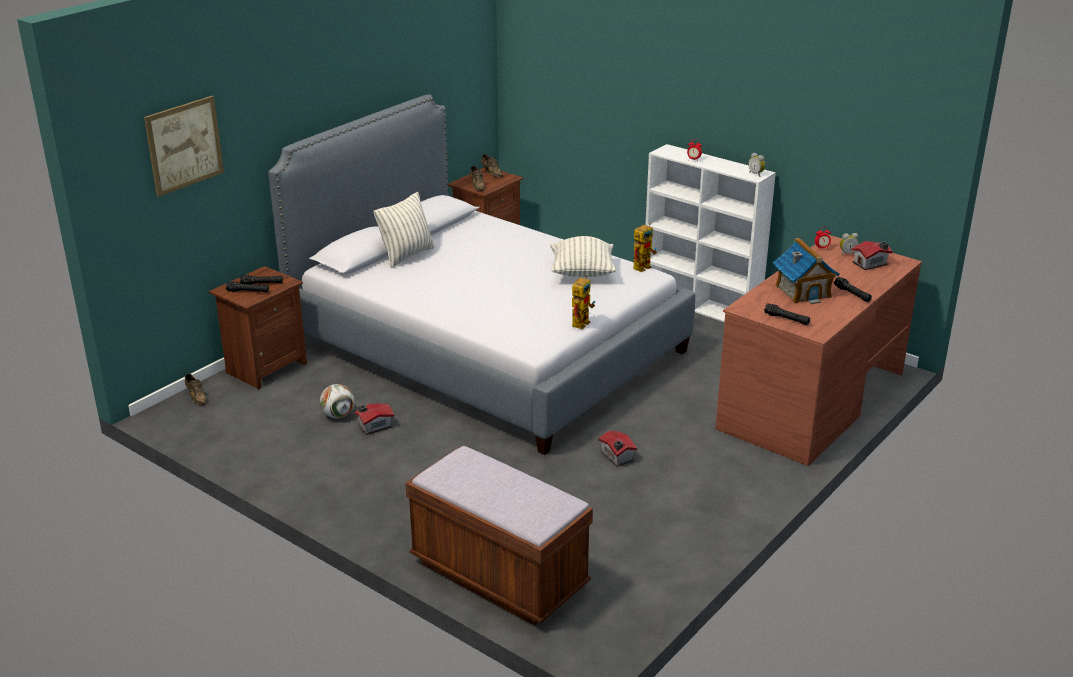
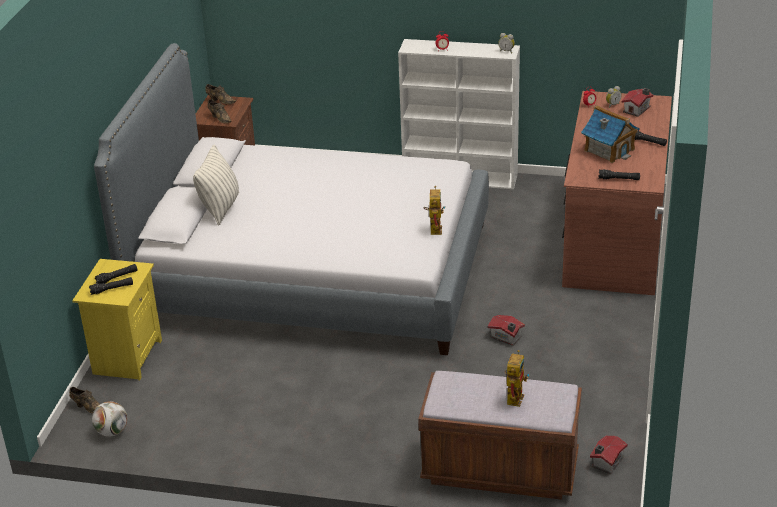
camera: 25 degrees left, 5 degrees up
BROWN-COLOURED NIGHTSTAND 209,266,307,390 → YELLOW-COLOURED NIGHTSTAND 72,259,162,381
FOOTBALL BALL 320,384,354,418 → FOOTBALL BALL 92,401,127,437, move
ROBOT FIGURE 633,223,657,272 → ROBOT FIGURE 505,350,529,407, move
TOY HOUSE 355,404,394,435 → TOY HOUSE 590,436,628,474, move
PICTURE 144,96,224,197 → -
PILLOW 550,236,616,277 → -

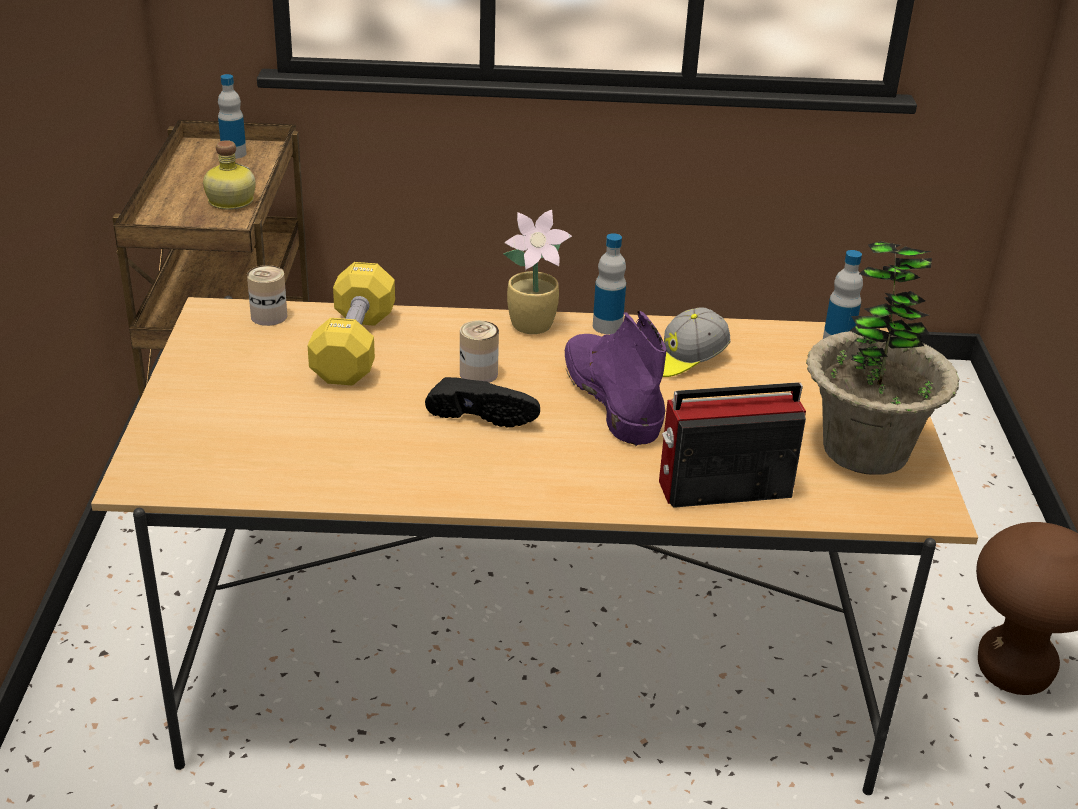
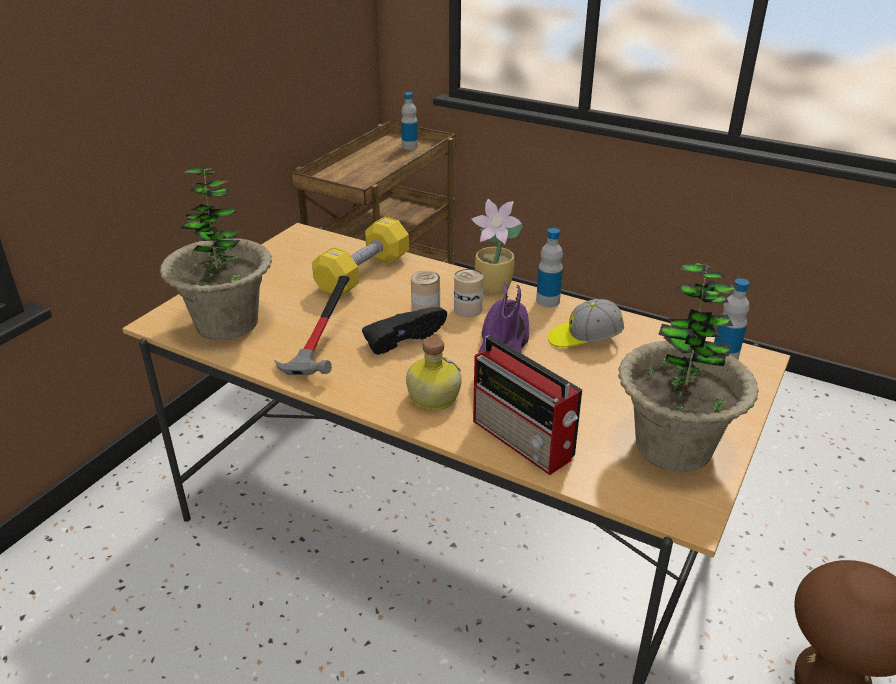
camera: 30 degrees right, 0 degrees up
- → POTTED PLANT 160,168,272,340
- → HAMMER 274,276,350,375
BLACK LOW SHOE 425,377,540,428 → BLACK LOW SHOE 362,307,447,355, 75 degrees counterclockwise
BOTTLE 203,140,256,210 → BOTTLE 406,337,462,410, move
SEALED CAN 247,265,287,326 → SEALED CAN 454,269,483,317, move
RADIO 659,382,806,508 → RADIO 473,335,582,475, 150 degrees counterclockwise

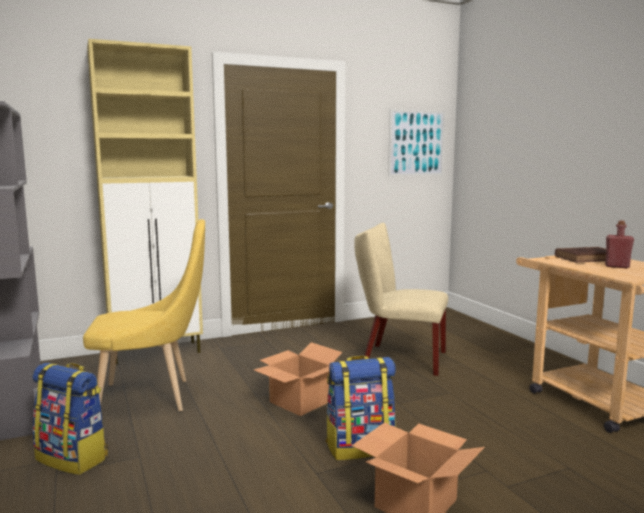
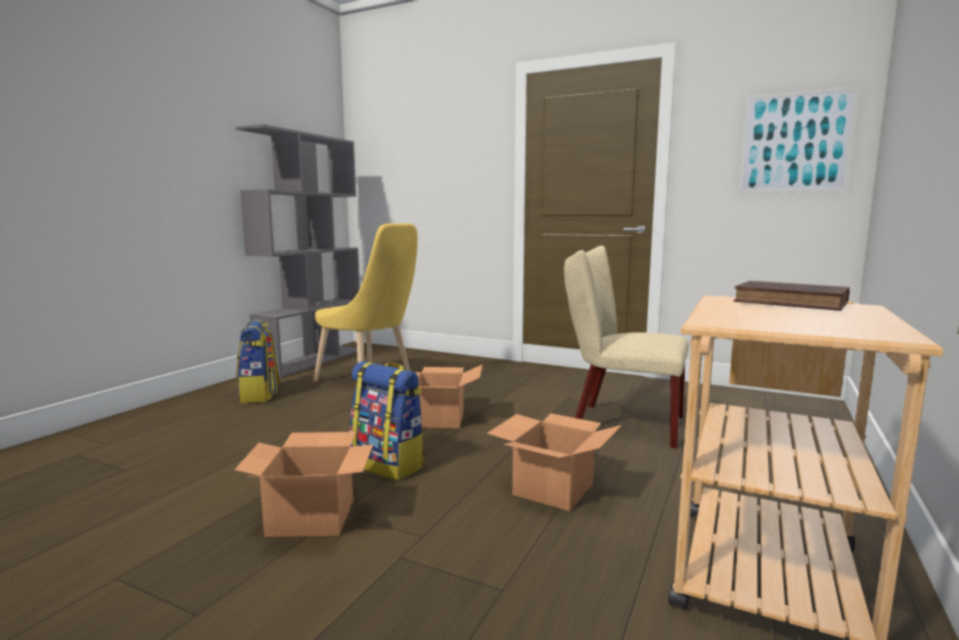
camera: 50 degrees right, 0 degrees up
- → CARTON 487,413,622,511
BEIGE PLAIN CHAIR 354,223,448,376 → BEIGE PLAIN CHAIR 564,246,689,449, 45 degrees counterclockwise
BEIGE CUPBOARD 87,39,203,364 → -
REDDISH BOTTLE 605,220,634,268 → -

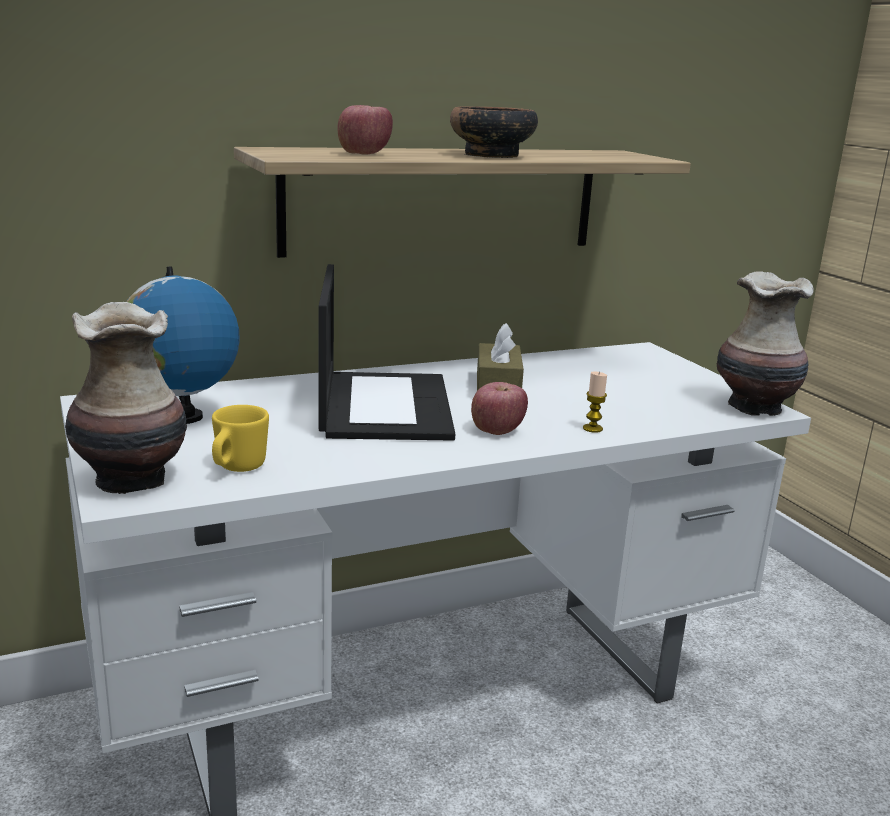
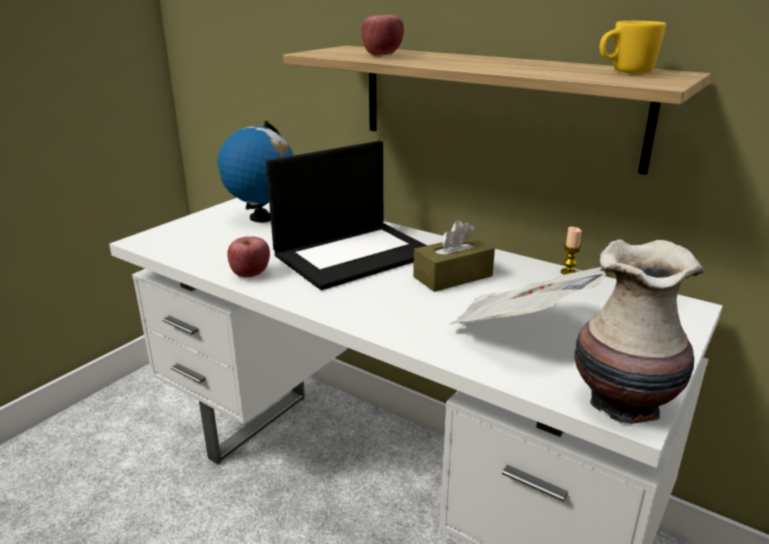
camera: 60 degrees right, 5 degrees up
WHOLE APPLE 471,382,528,435 → WHOLE APPLE 227,236,270,277, move
- → NEWSPAPER 449,267,606,325
WAX LIGHT 583,371,607,433 → WAX LIGHT 561,227,582,275, move
YELLOW-COLOURED COFFEE MUG 212,405,269,472 → YELLOW-COLOURED COFFEE MUG 600,21,666,74, move
DECORATIVE VASE 65,302,187,494 → -
DEEP DISH 450,106,538,158 → -

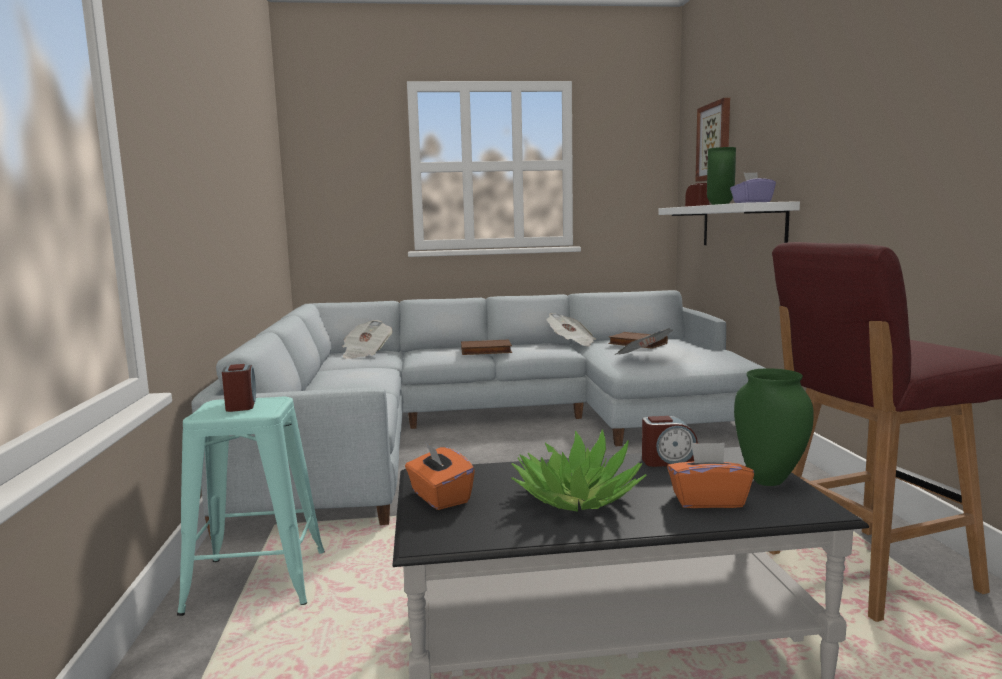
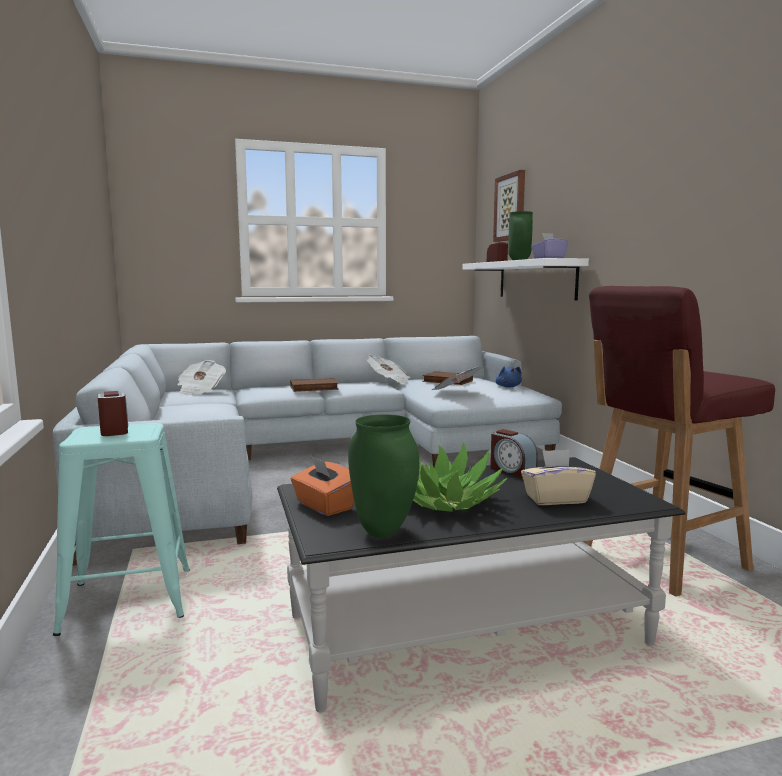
camera: 10 degrees left, 0 degrees up
GREEN DECORATIVE VASE 734,368,814,486 → GREEN DECORATIVE VASE 348,414,419,537, move
ALARM CLOCK 642,416,698,467 → ALARM CLOCK 490,429,538,478, 60 degrees clockwise
- → BLUE PLUSH TOY 496,366,522,388
ORANGE TISSUE HOLDER 667,442,754,508 → BEIGE TISSUE HOLDER 521,449,596,505

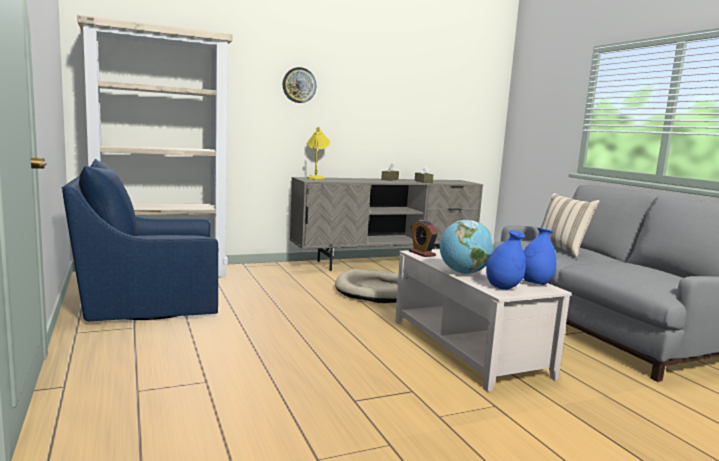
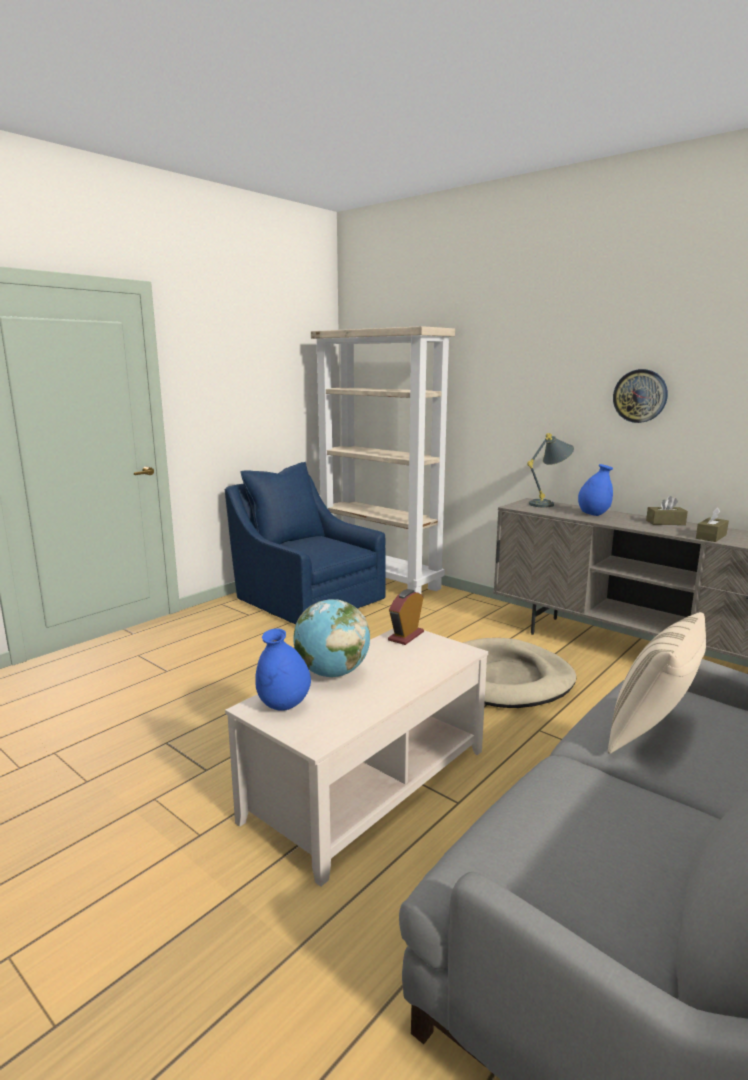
camera: 65 degrees right, 5 degrees up
YELLOW-COLOURED TABLE LAMP 307,127,330,180 → GRAY TABLE LAMP 527,433,574,507
BLUE DECORATIVE VASE 523,228,556,285 → BLUE DECORATIVE VASE 578,464,613,516, move
HANGING CLOCK 283,67,316,103 → HANGING CLOCK 613,369,668,423, move

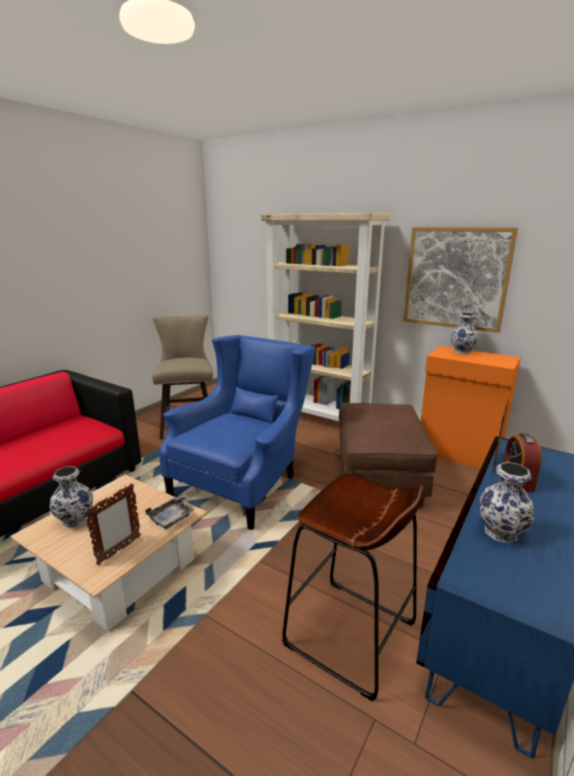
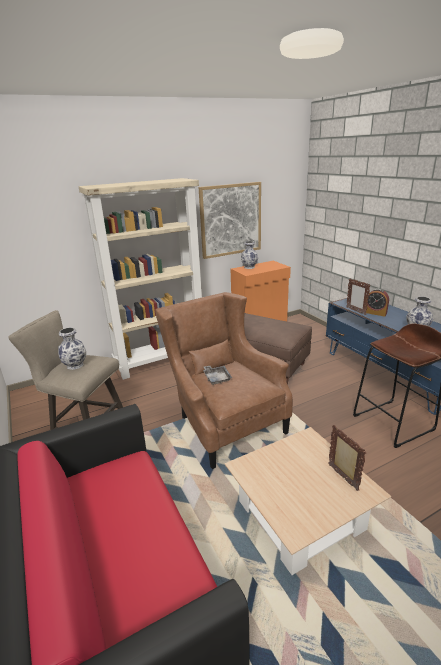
camera: 60 degrees left, 5 degrees up
DECORATIVE VASE 49,466,93,528 → DECORATIVE VASE 58,328,86,370, move
BLUE EASY CHAIR 159,335,315,530 → BROWN-COLOURED EASY CHAIR 155,292,293,469
GRAY CARRYING TRAY 145,495,194,529 → GRAY CARRYING TRAY 203,366,232,385, move

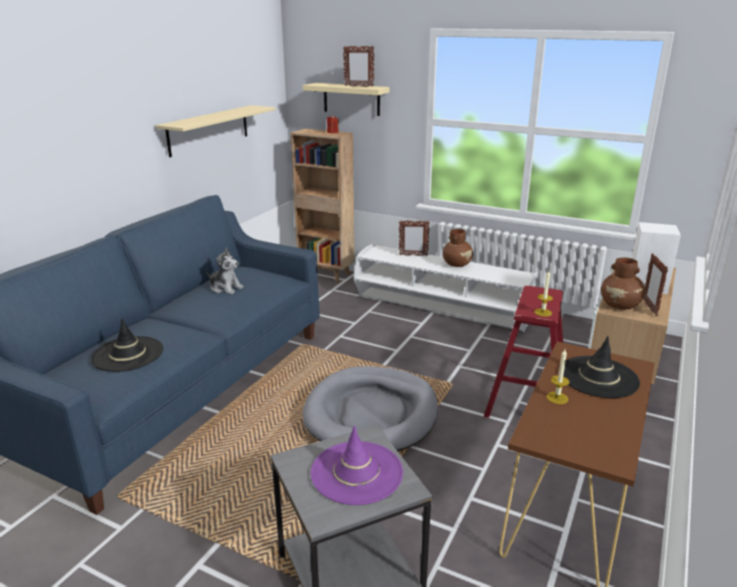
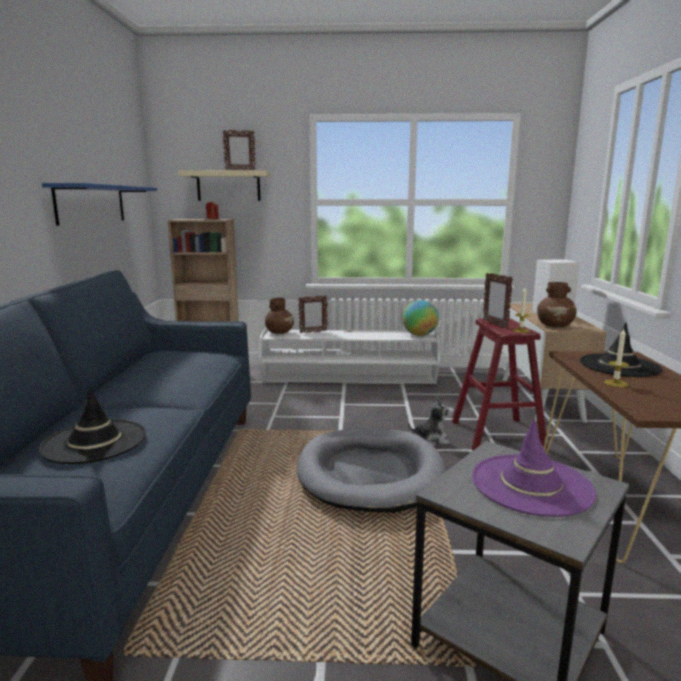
camera: 25 degrees left, 10 degrees down
BEIGE SHELF 155,105,276,157 → BLUE SHELF 42,183,157,226
BROWN-COLOURED DECORATIVE VASE 443,229,473,267 → BROWN-COLOURED DECORATIVE VASE 265,298,294,334, move
- → GLOBE 402,300,439,336
PLUSH TOY 206,247,244,294 → PLUSH TOY 408,396,454,446, move
STANDING FRAME 643,253,668,316 → STANDING FRAME 483,272,513,329, move

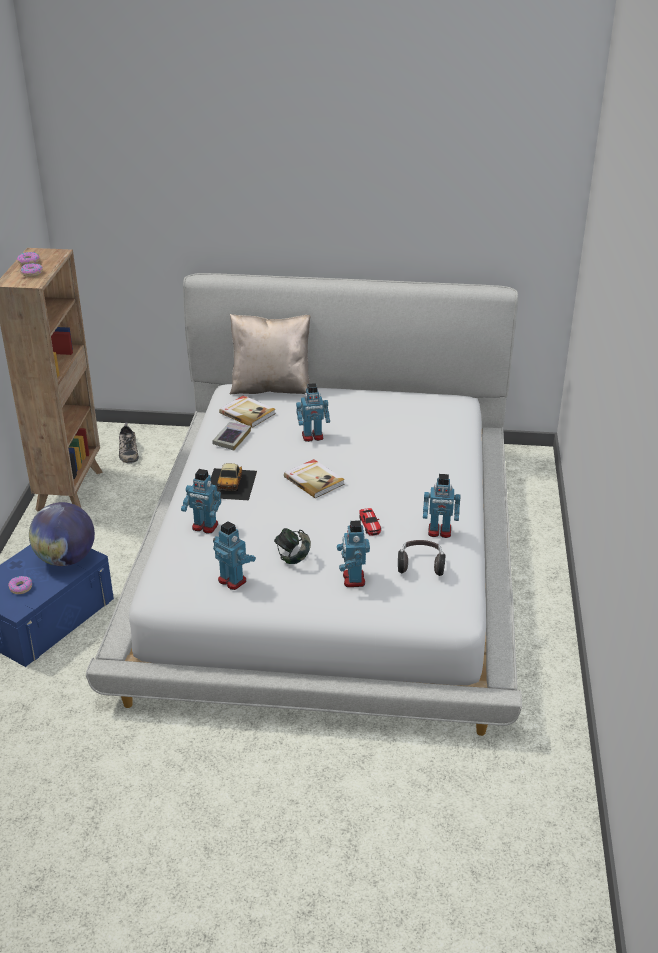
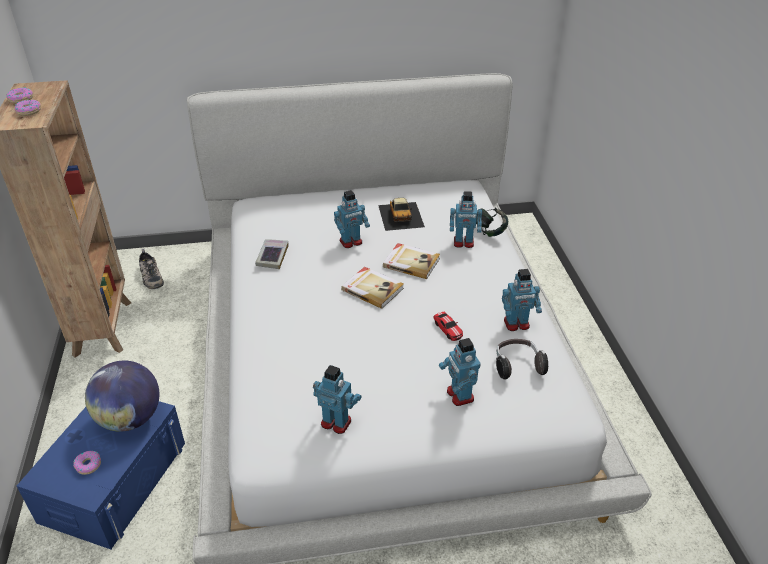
camera: 15 degrees left, 5 degrees up
MINIATURE CAR 211,463,257,500 → MINIATURE CAR 378,198,425,231, move
VOLUME 219,395,276,428 → VOLUME 383,243,440,279, move
ROBOT FIGURE 181,469,221,533 → ROBOT FIGURE 450,191,482,248, move
HEADSET 274,528,311,564 → HEADSET 476,208,508,237, move
BEIGE PILLOW 230,314,311,394 → -

